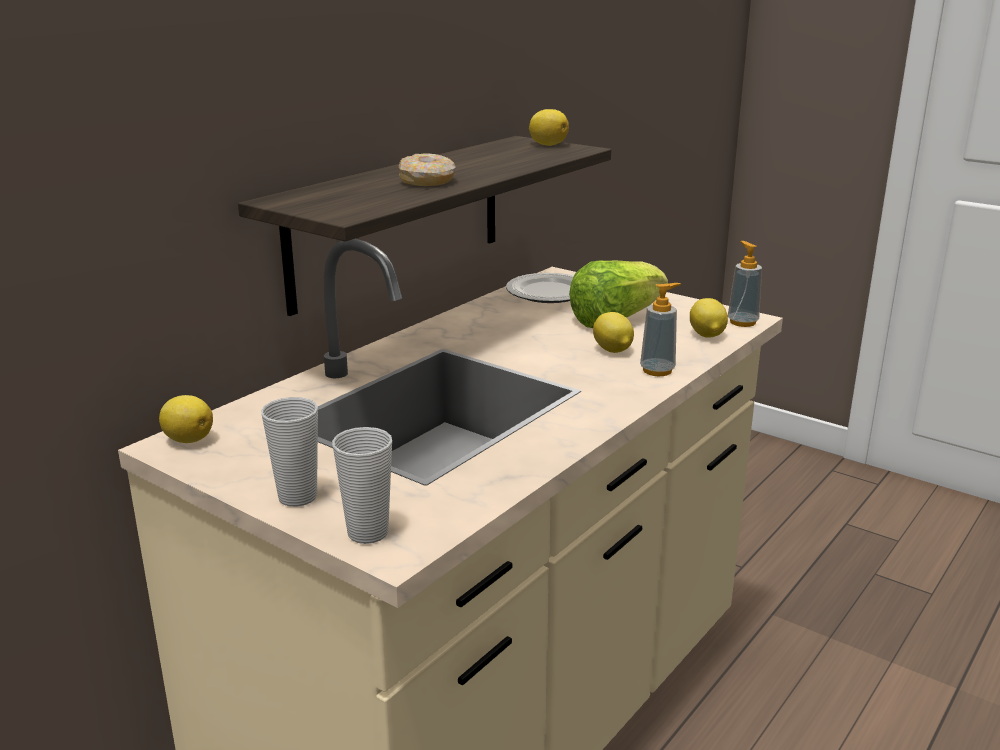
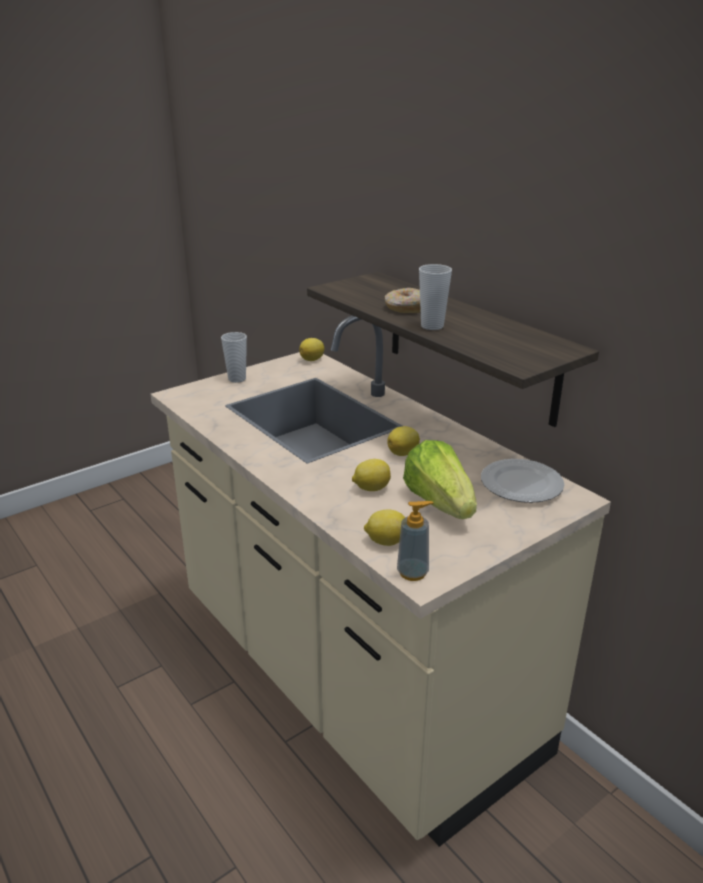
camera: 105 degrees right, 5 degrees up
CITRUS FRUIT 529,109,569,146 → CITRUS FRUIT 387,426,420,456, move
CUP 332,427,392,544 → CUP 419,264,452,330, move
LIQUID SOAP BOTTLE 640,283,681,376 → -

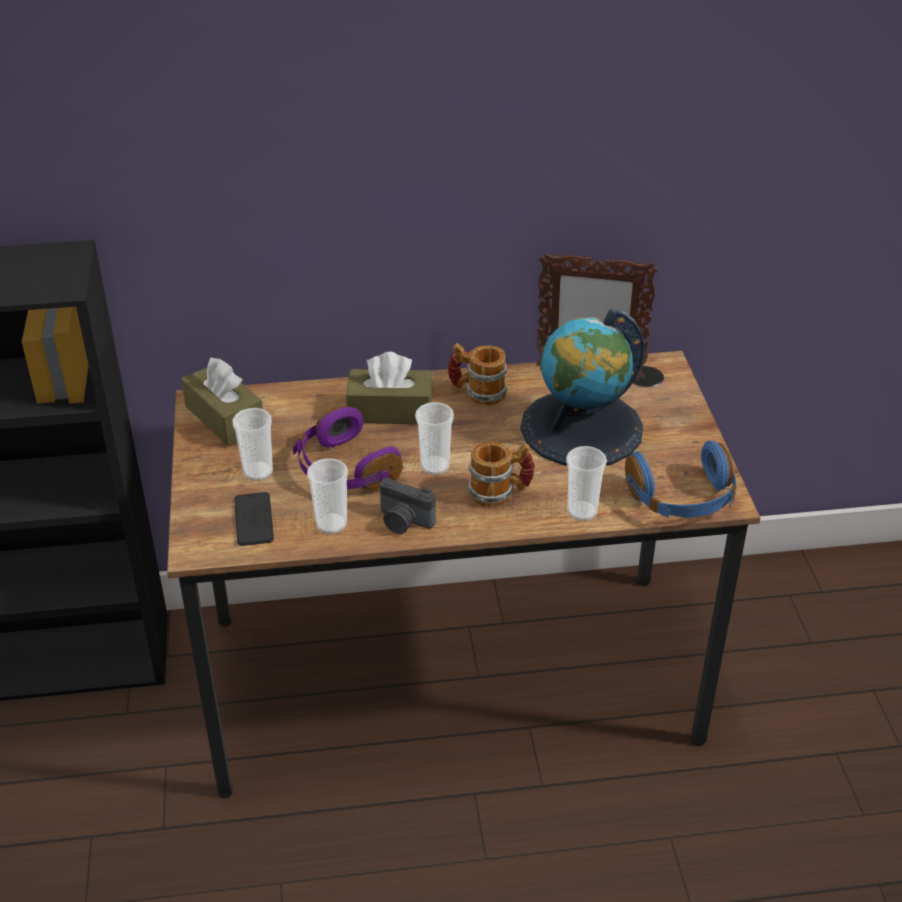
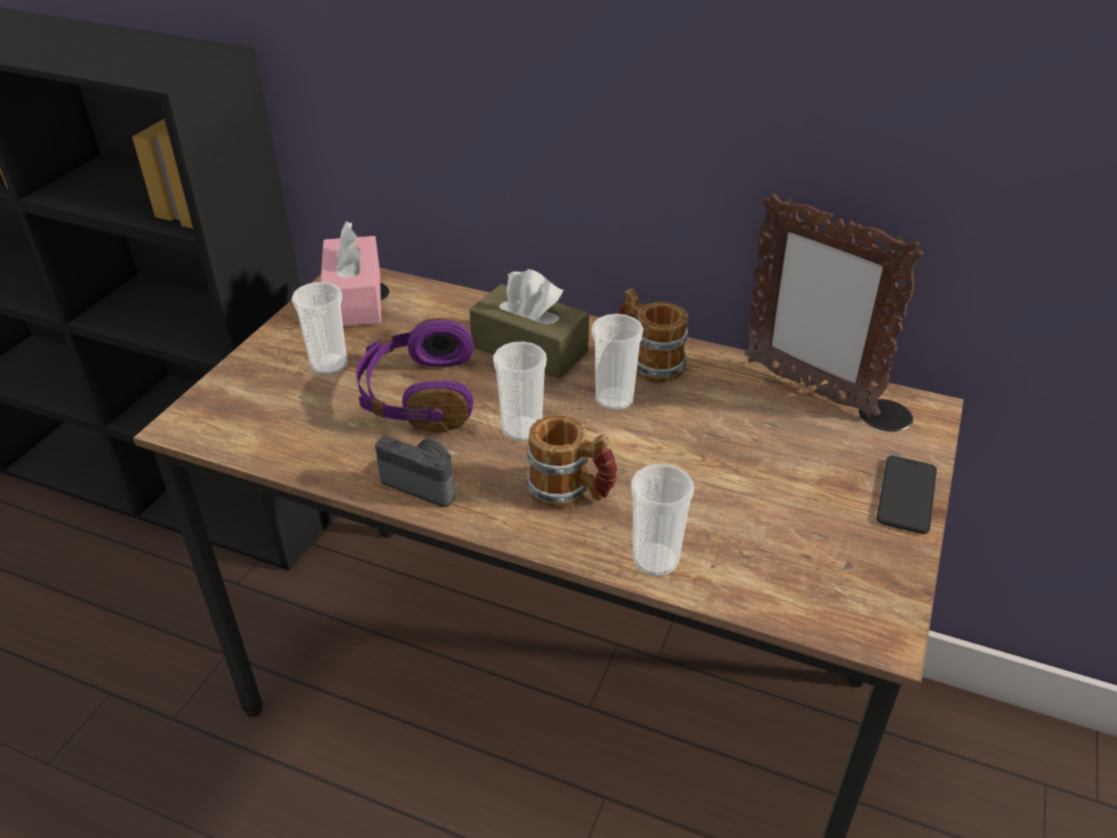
camera: 30 degrees right, 0 degrees up
BROWN-COLOURED TISSUE HOLDER 181,358,263,446 → PINK-COLOURED TISSUE HOLDER 321,221,381,326
PHOTO CAMERA 380,478,436,534 → PHOTO CAMERA 375,436,455,507, 150 degrees clockwise
CUP 307,458,348,534 → CUP 592,314,644,411, move
PHONE 234,492,274,546 → PHONE 876,456,937,534, move
GLOBE 520,308,645,466 → -
BLUE HEADSET 625,441,737,517 → -

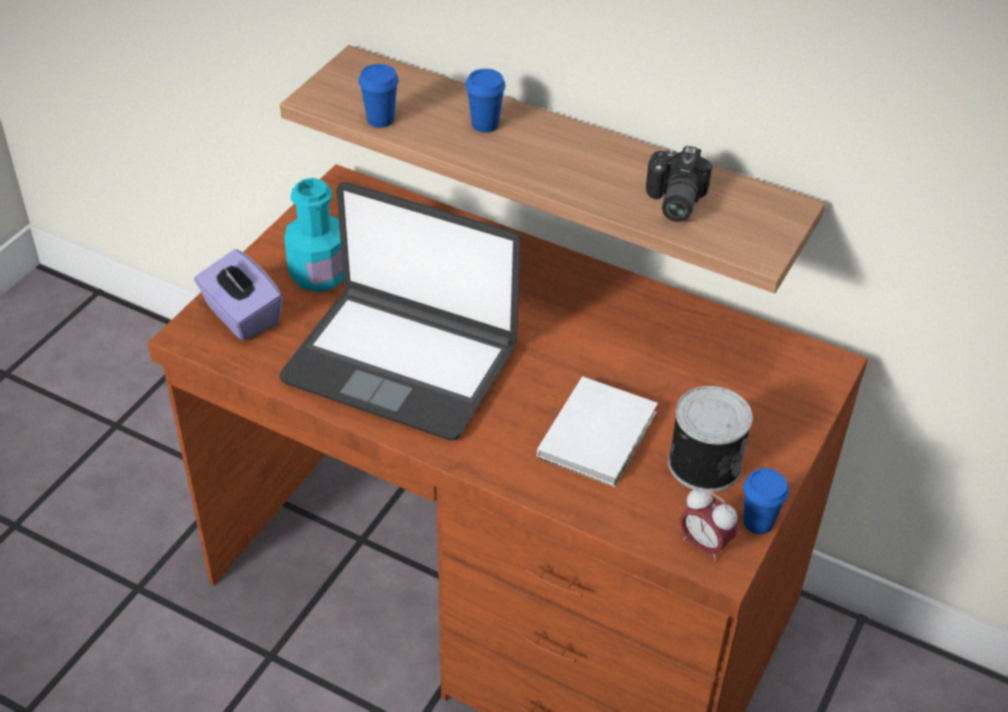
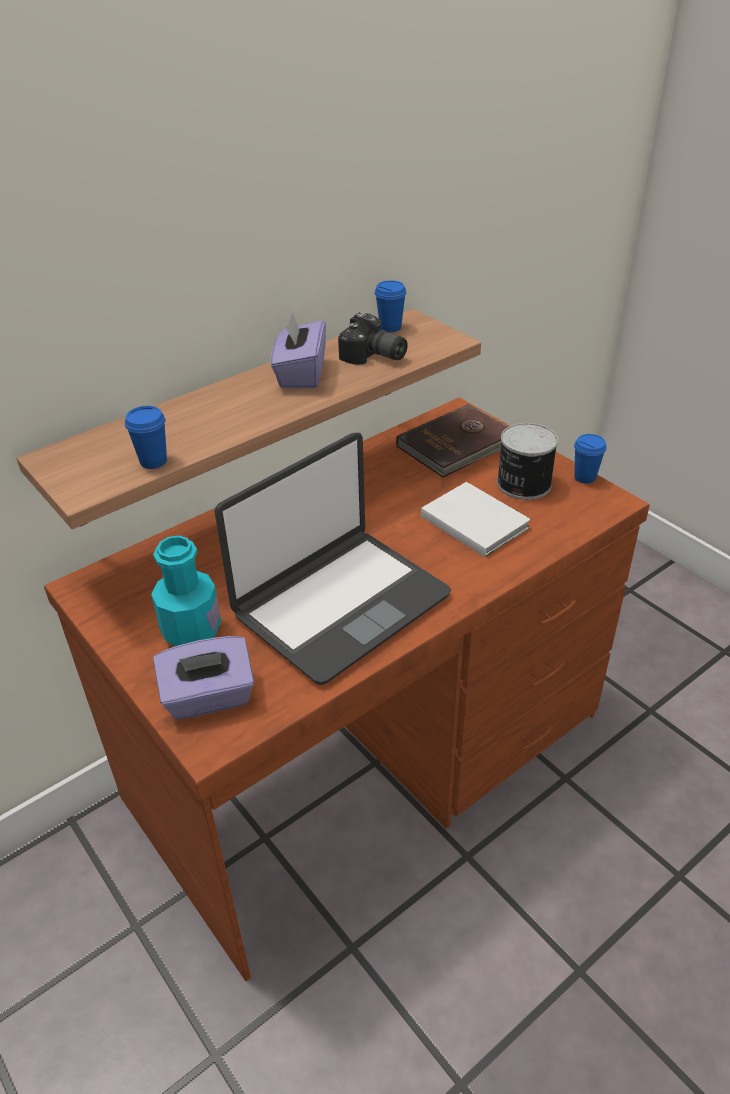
camera: 65 degrees left, 5 degrees down
- → PURPLE TISSUE HOLDER 271,312,326,388
BLUE CUP 466,69,506,133 → BLUE CUP 375,280,407,332, move
- → BROWN-COLOURED VOLUME 396,404,508,478
ALARM CLOCK 680,488,738,561 → -

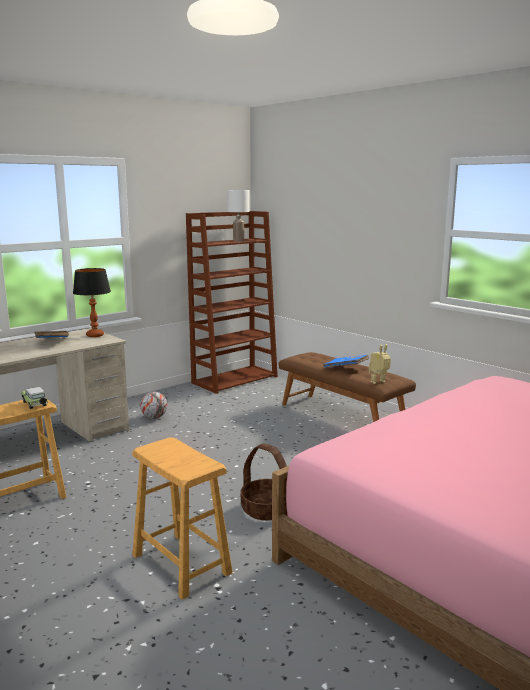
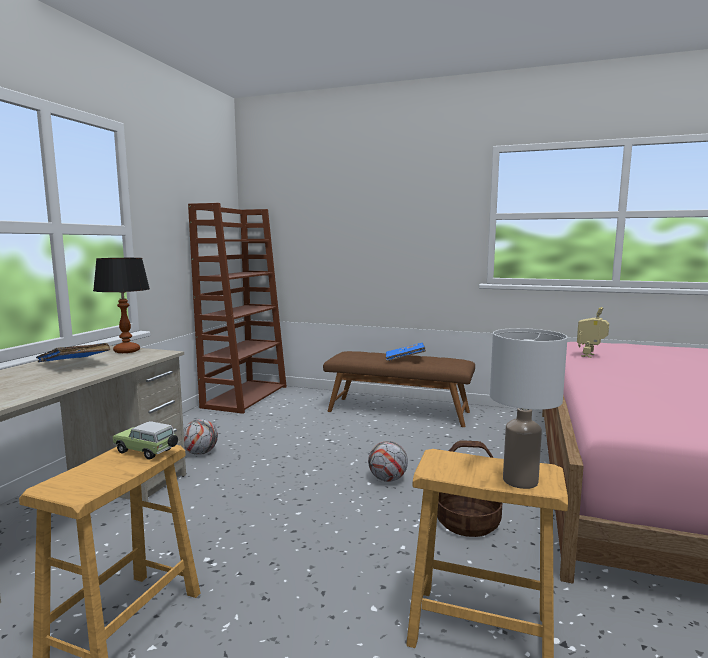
camera: 30 degrees left, 5 degrees down
- → FOOTBALL BALL 368,441,408,482
WHITE-COLOURED TABLE LAMP 227,190,250,241 → WHITE-COLOURED TABLE LAMP 490,328,568,489, move
ROBOT FIGURE 369,344,391,384 → ROBOT FIGURE 577,307,609,358, move

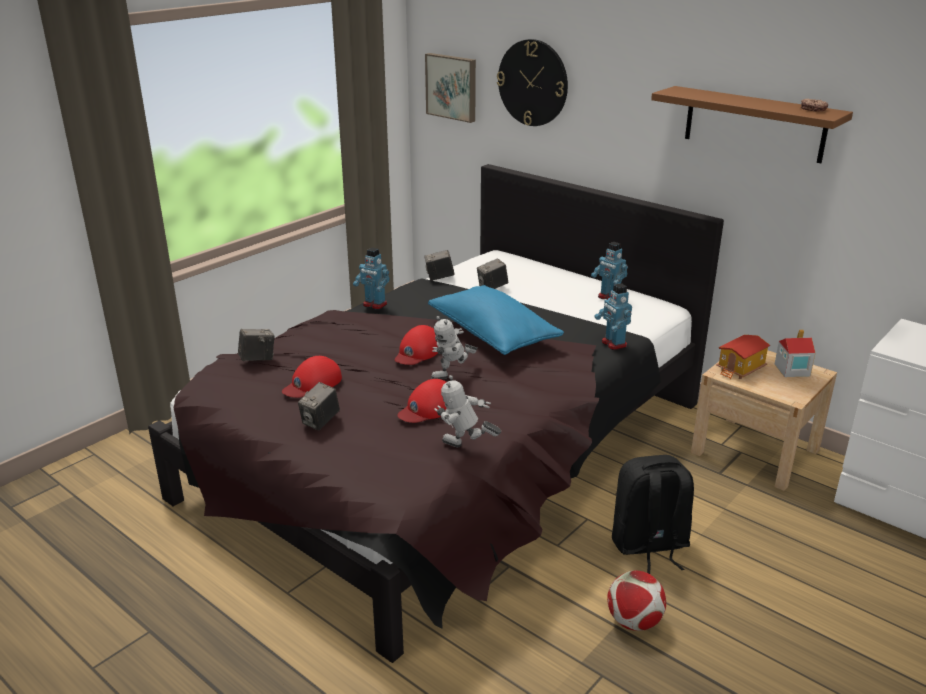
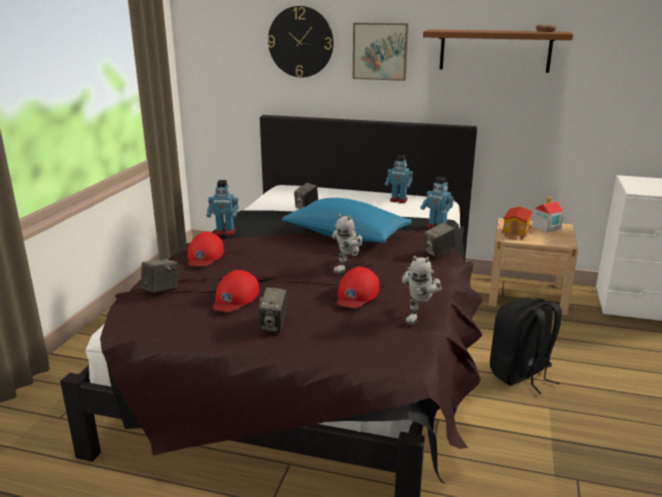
camera: 25 degrees left, 5 degrees down
REDDISH PEAKED CAP 395,325,438,365 → REDDISH PEAKED CAP 188,232,224,266, move
PICTURE 425,53,476,123 → PICTURE 353,23,409,81, move
ROBOT FIGURE 434,375,501,447 → ROBOT FIGURE 402,256,442,325, 60 degrees counterclockwise
PHOTO CAMERA 424,250,454,281 → PHOTO CAMERA 424,222,456,257, move
FOOTBALL BALL 607,570,666,631 → -

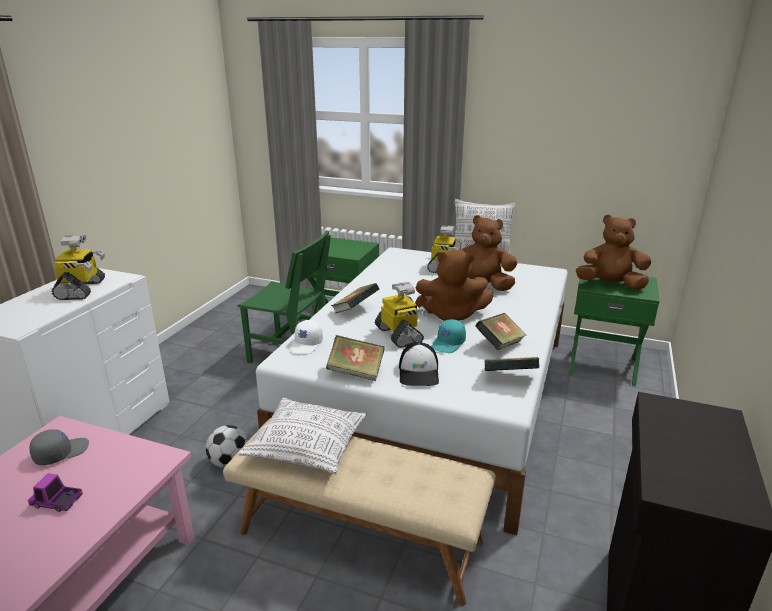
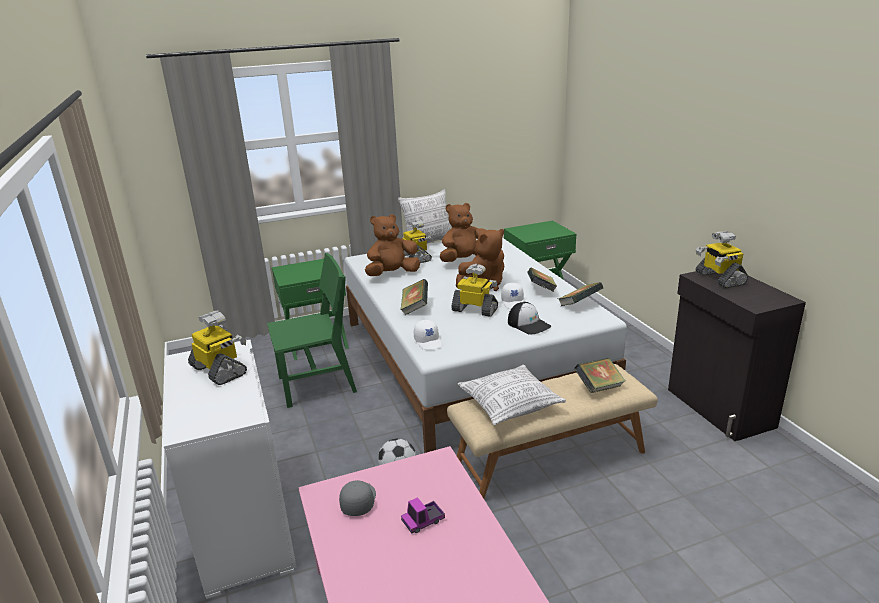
camera: 40 degrees left, 0 degrees up
BROWN-COLOURED PLUSH TOY 576,215,651,290 → BROWN-COLOURED PLUSH TOY 365,214,420,276, move
TURQUOISE PEAKED CAP 431,319,466,353 → WHITE-COLOURED PEAKED CAP 501,283,524,309
VOLUME 326,335,385,381 → VOLUME 574,358,626,393, move
- → ROBOT FIGURE 696,231,748,288

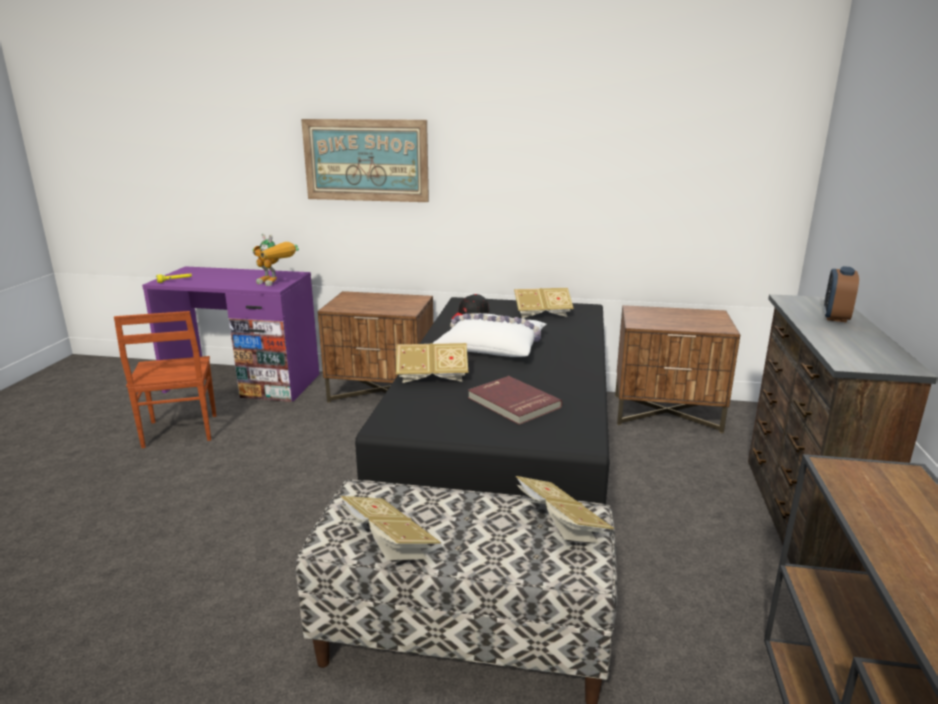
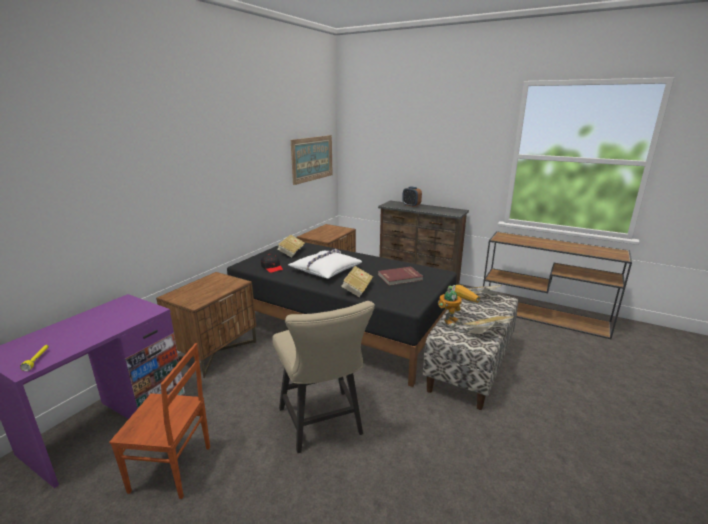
camera: 70 degrees left, 0 degrees up
- → BEIGE PLAIN CHAIR 272,301,375,453
PICTURE 301,119,429,202 → PICTURE 291,135,333,185, move
ROBOT FIGURE 252,233,299,286 → ROBOT FIGURE 438,285,480,328, move

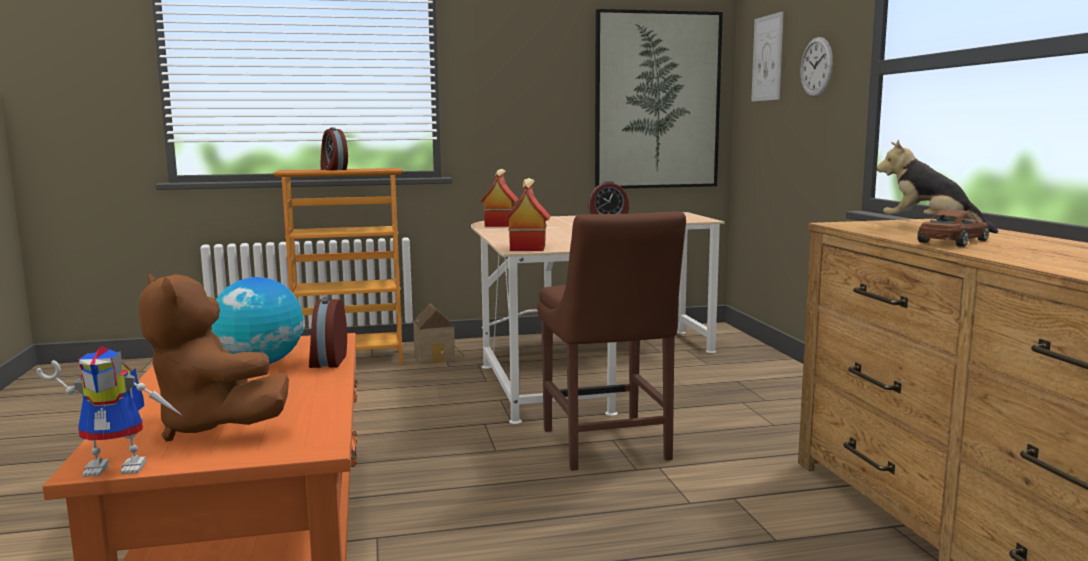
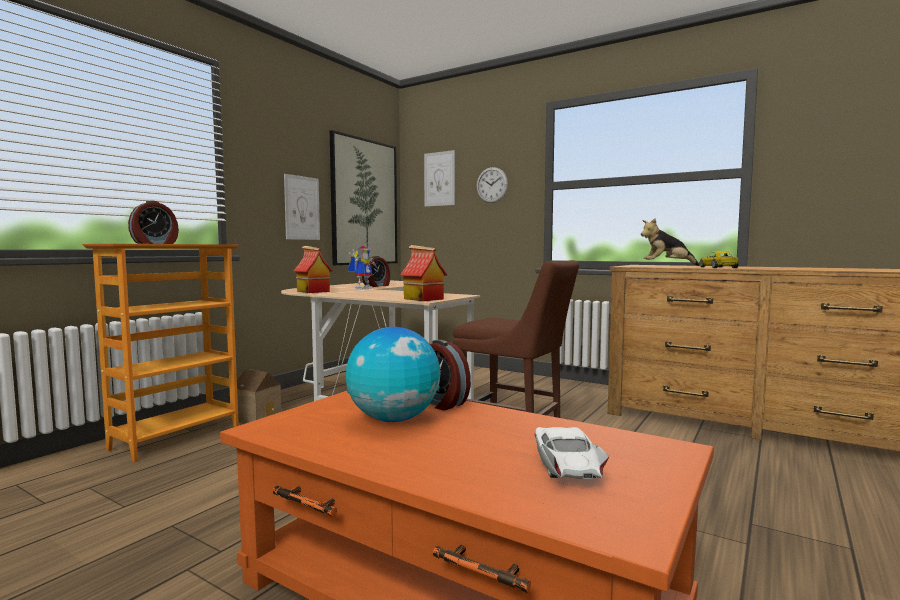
camera: 45 degrees left, 5 degrees down
ALARM CLOCK 321,127,348,171 → ALARM CLOCK 128,201,179,244, 60 degrees counterclockwise
- → PICTURE 284,174,320,240
ROBOT FIGURE 36,346,184,477 → ROBOT FIGURE 348,246,379,289, move
BROWN-COLOURED PLUSH TOY 139,274,289,441 → WHITE-COLOURED MINIATURE CAR 535,427,610,479
BROWN-COLOURED MINIATURE CAR 917,210,989,247 → YELLOW-COLOURED MINIATURE CAR 699,251,739,268

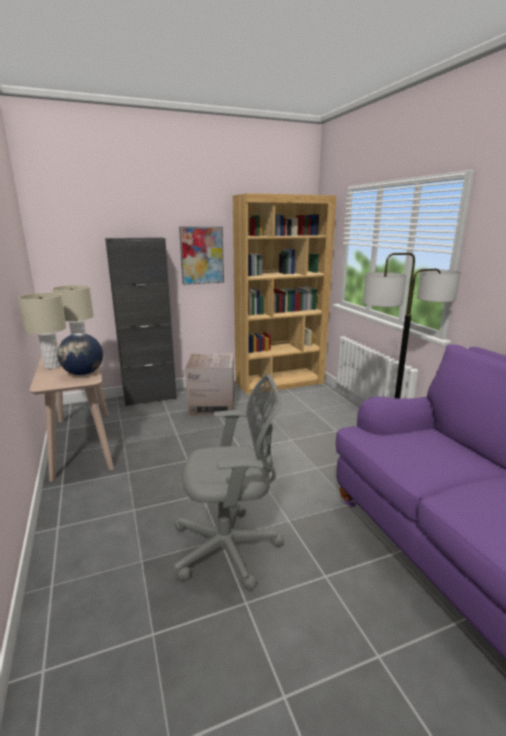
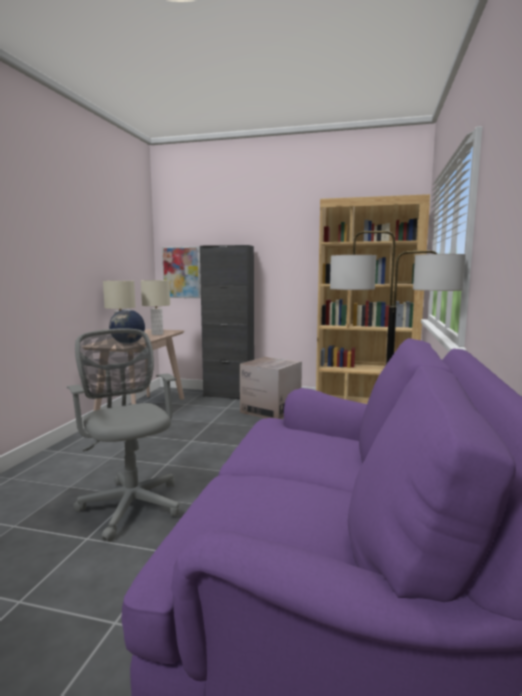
camera: 35 degrees right, 10 degrees down
GRAY COMPUTER CHAIR 174,374,284,591 → GRAY COMPUTER CHAIR 67,328,180,542, 150 degrees counterclockwise
PICTURE 179,226,224,285 → PICTURE 162,246,201,298, move

